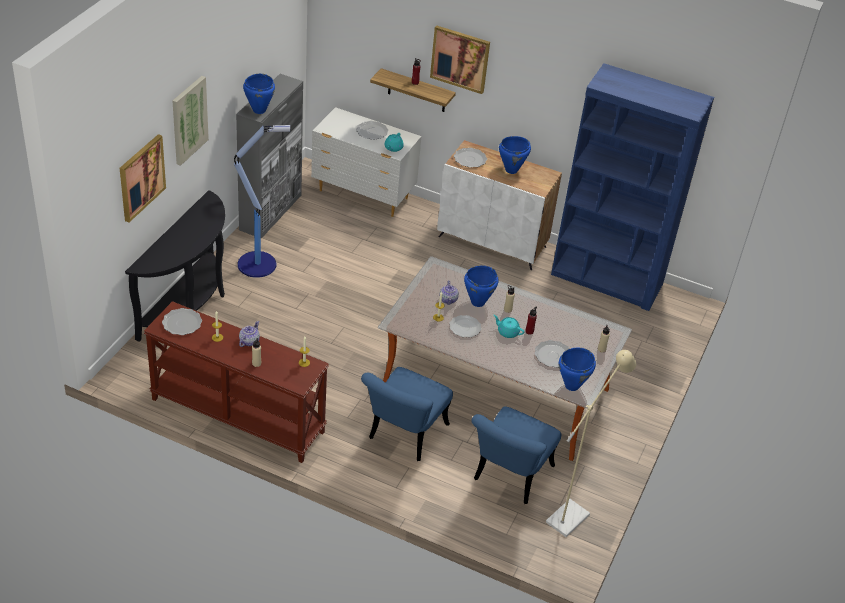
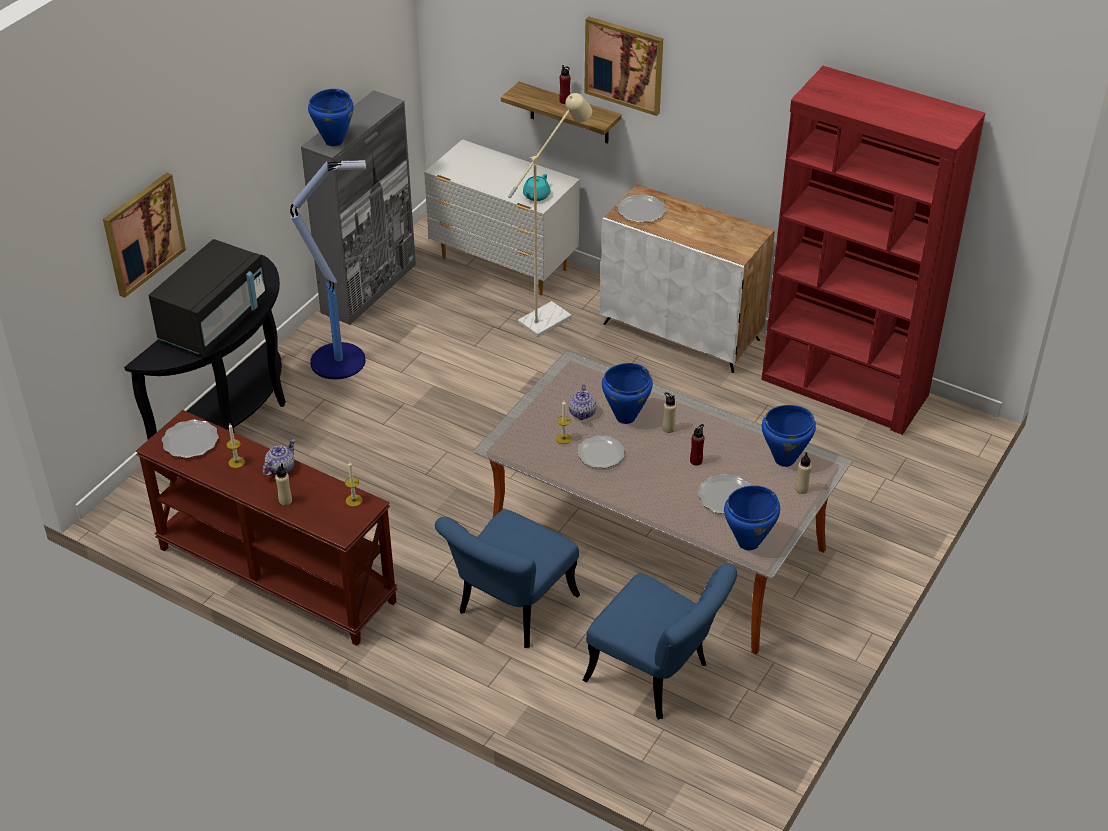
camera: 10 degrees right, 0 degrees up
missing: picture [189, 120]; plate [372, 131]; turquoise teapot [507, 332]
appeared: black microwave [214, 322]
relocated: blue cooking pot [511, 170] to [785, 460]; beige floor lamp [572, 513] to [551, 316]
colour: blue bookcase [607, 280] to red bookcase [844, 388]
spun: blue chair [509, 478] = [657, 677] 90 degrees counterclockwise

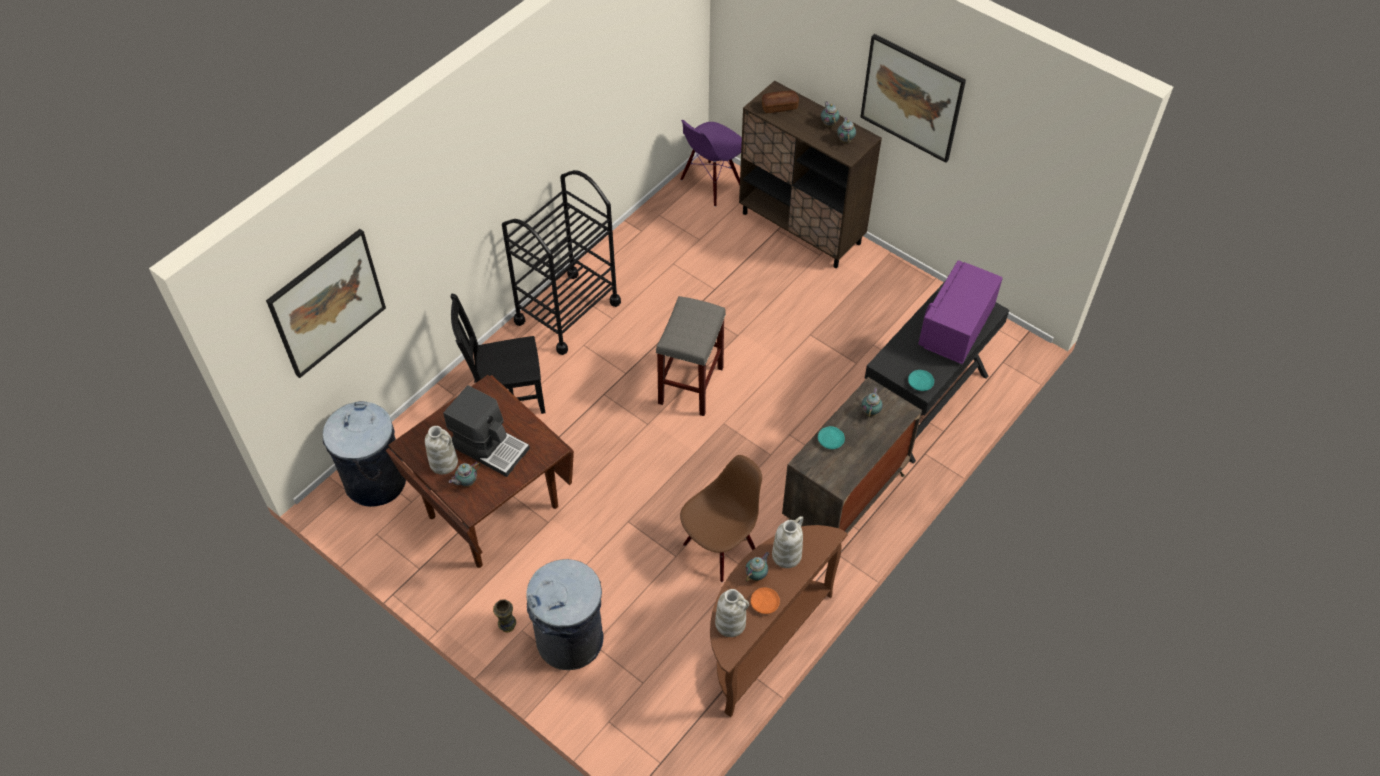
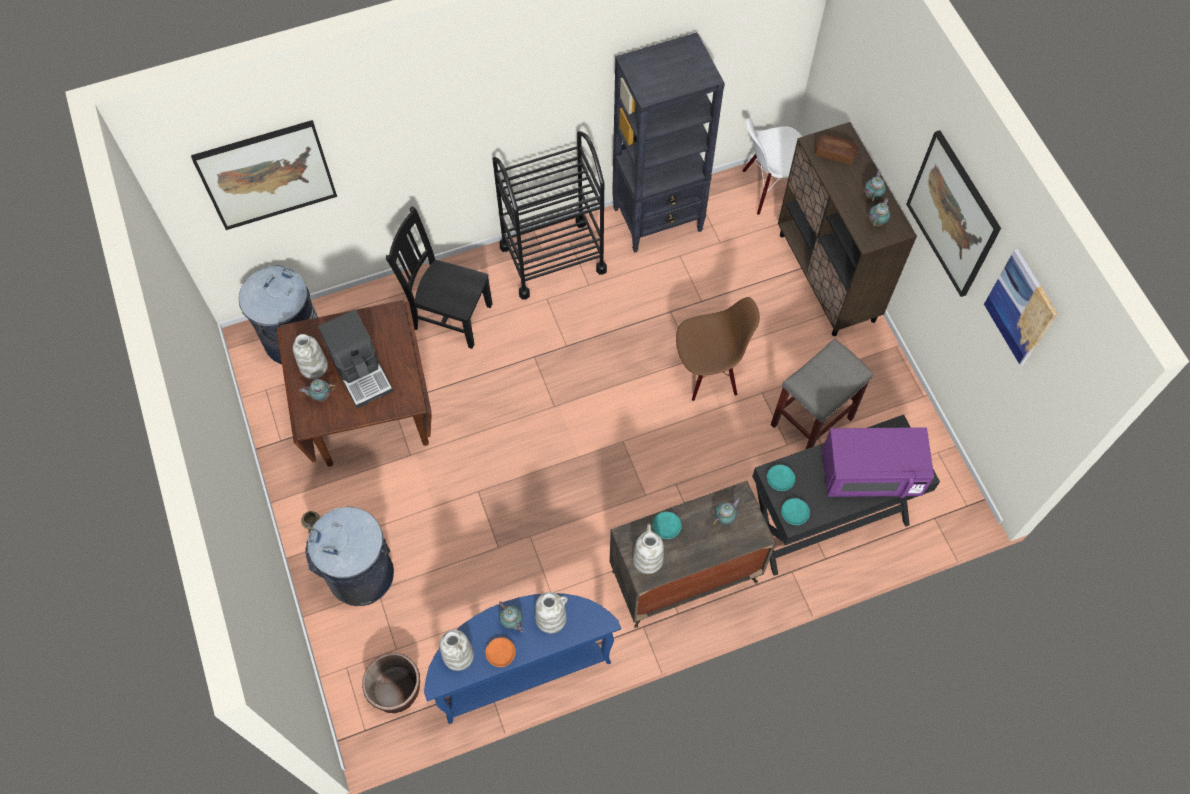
camera: 30 degrees right, 10 degrees up
appeared: black bookcase [658, 219]; picture [1020, 308]; turquoise plate [780, 480]; white vase [647, 559]; brown planter [396, 689]
relocated: grey stool [690, 384] to [812, 421]; brown chair [720, 548] to [708, 373]
colour: purple chair [711, 183] to white chair [769, 188]; brown console table [763, 640] to blue console table [522, 669]
spun: purple microwave [956, 328] = [870, 474] 150 degrees counterclockwise; teapot [757, 575] = [512, 622] 75 degrees clockwise

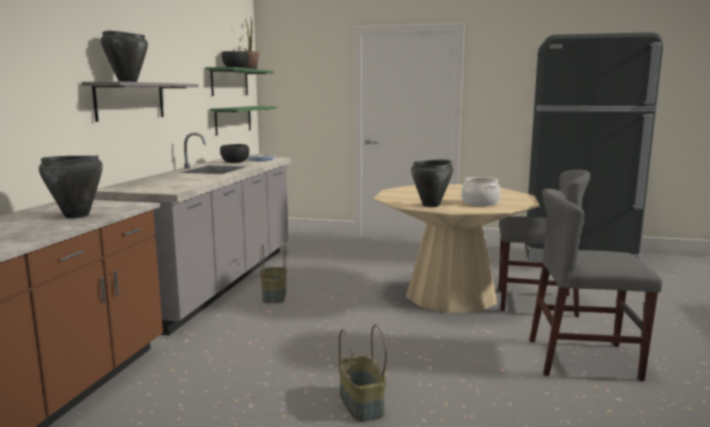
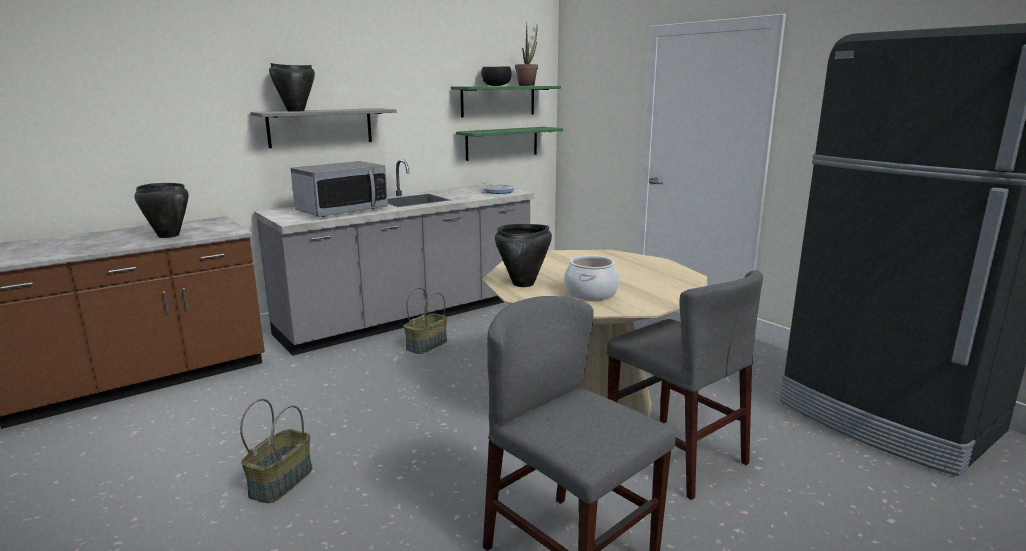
camera: 40 degrees right, 5 degrees up
missing: black bowl [235, 162]
appeared: microwave [342, 210]

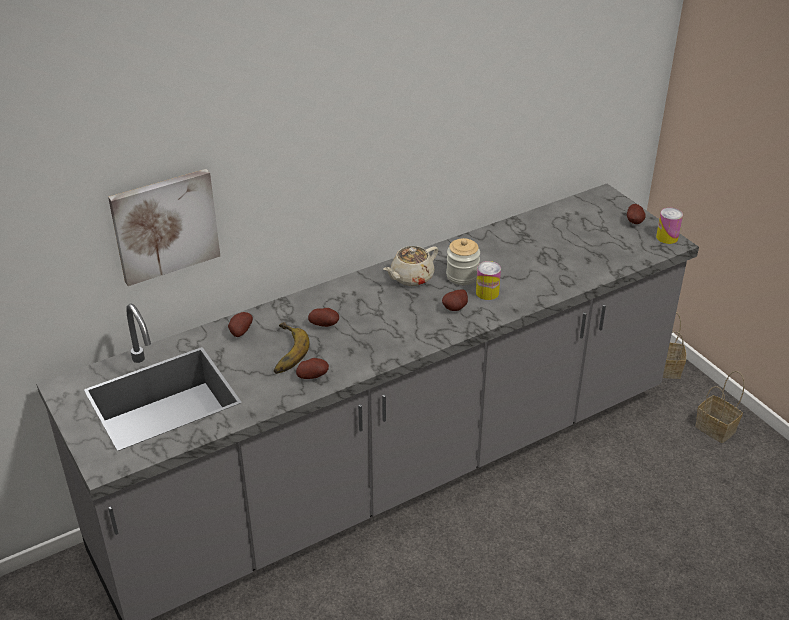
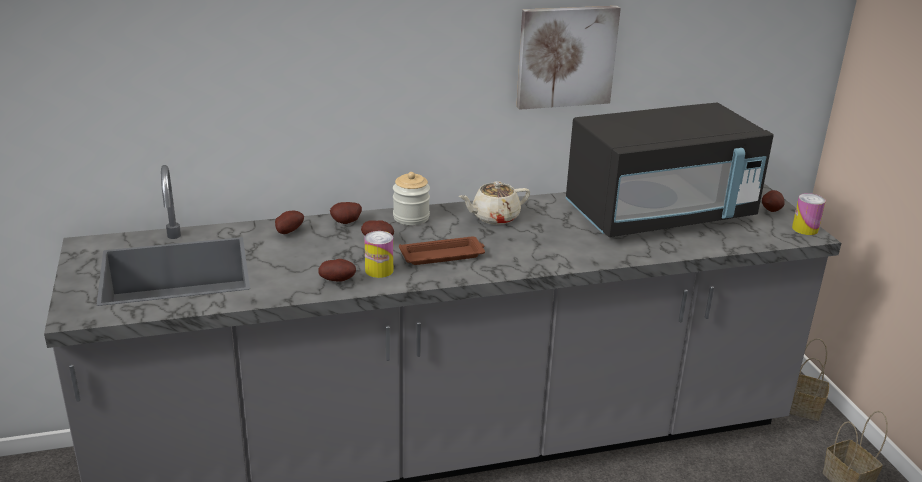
camera: 15 degrees right, 10 degrees down
missing: banana [283, 352]
appeared: black microwave [660, 215]; brown tray [443, 255]
relocated: picture [165, 225] to [566, 56]; jar [462, 276] to [411, 217]; can [487, 293] to [379, 270]; potato [456, 309] to [347, 223]

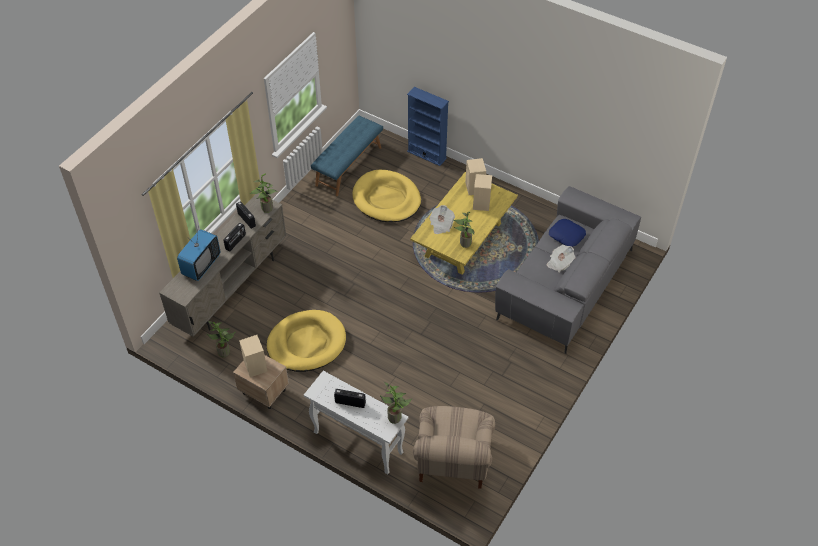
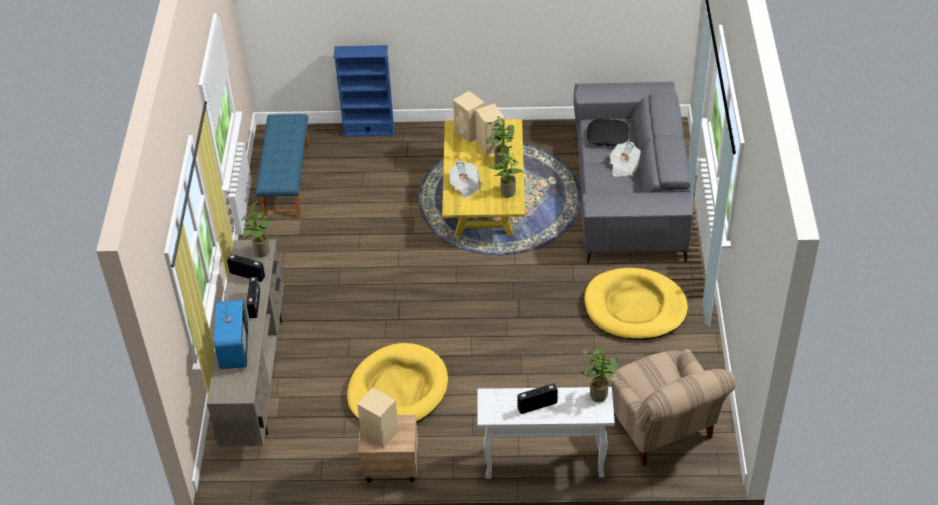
camera: 30 degrees left, 5 degrees down
relocated: yellow dog bed [386, 199] to [635, 307]; potted plant [225, 351] to [502, 161]
colour: blue pillow [566, 235] to black pillow [607, 137]

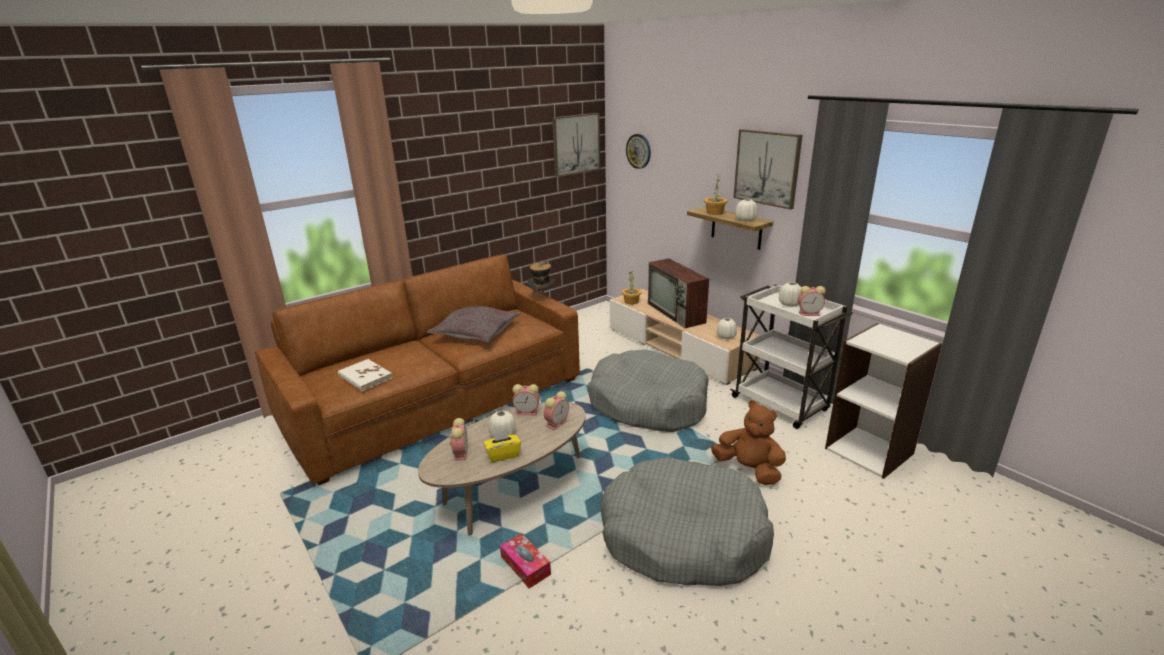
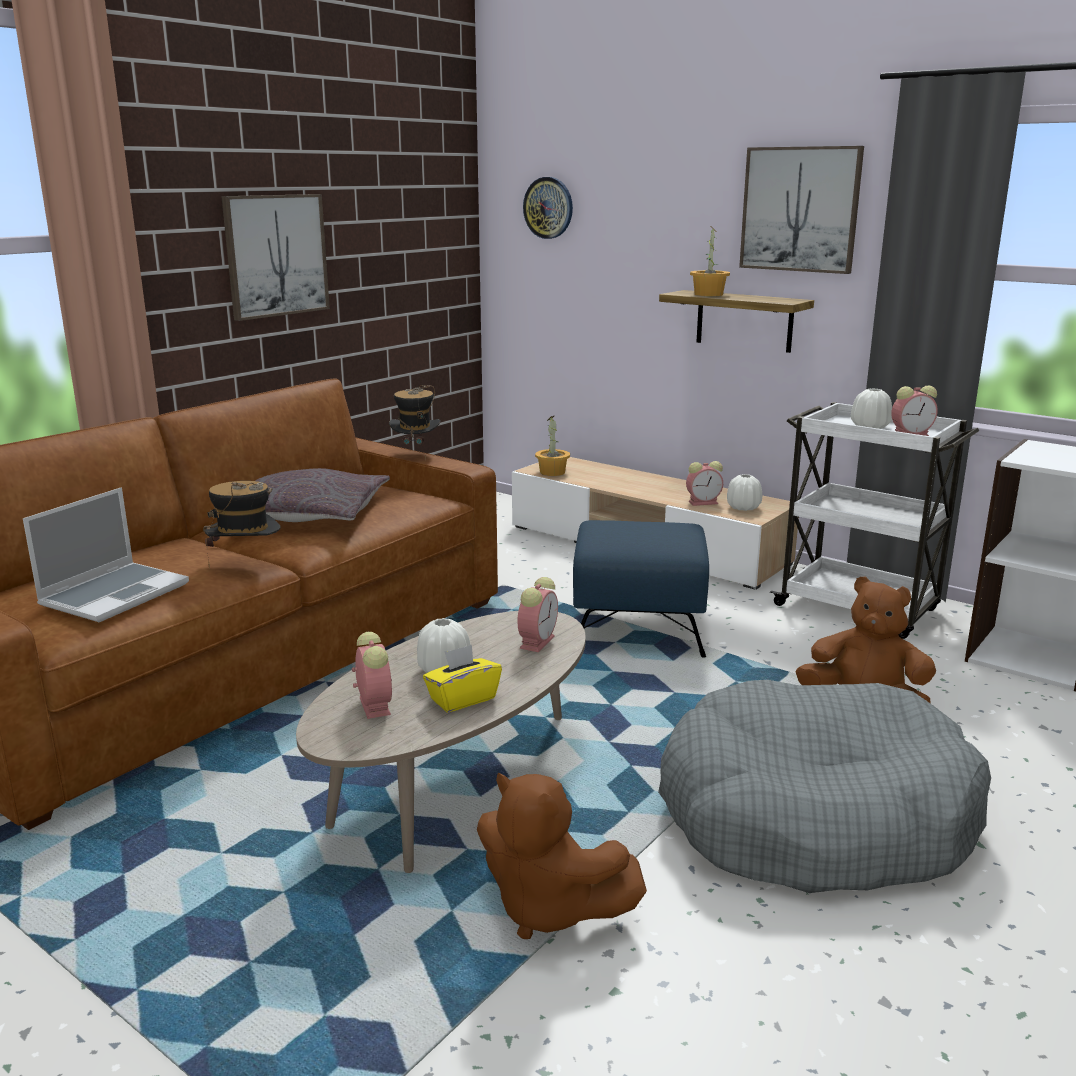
camera: 15 degrees left, 5 degrees down
missing: white vase [745, 220]; television [677, 313]
appeared: hat [246, 563]
relocated: picture [576, 144] to [276, 255]; alarm clock [528, 412] to [704, 502]
exchanged: grey dog bed [648, 404] to blue ottoman [639, 627]; white book [365, 377] to laptop [115, 594]; tissue box [525, 566] to brown plush toy [549, 908]

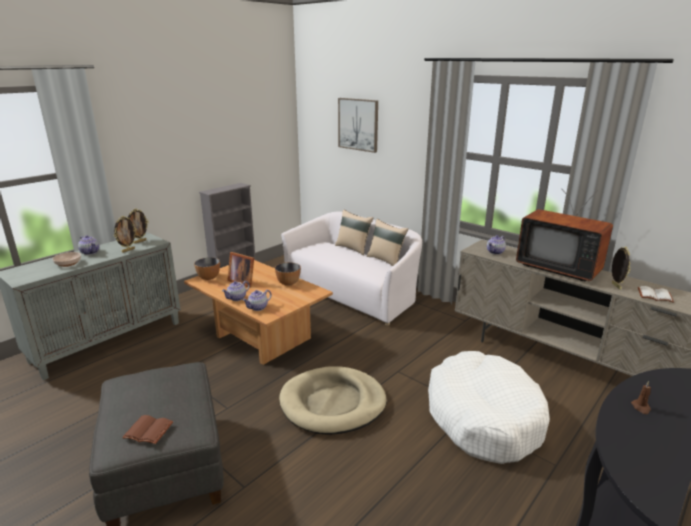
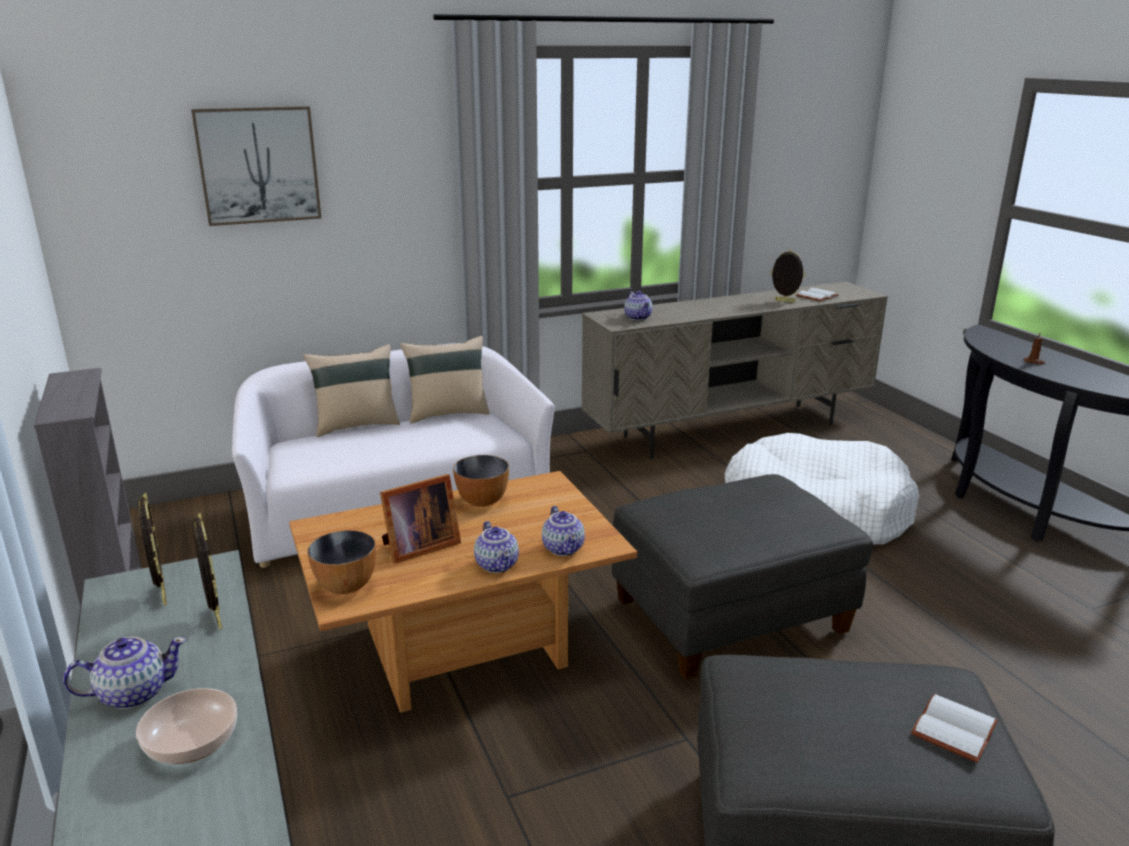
camera: 65 degrees left, 0 degrees up
missing: television [558, 267]
exchanged: beige dog bed [333, 403] to grey ottoman [731, 616]
colour: brown book [149, 430] to white book [952, 727]

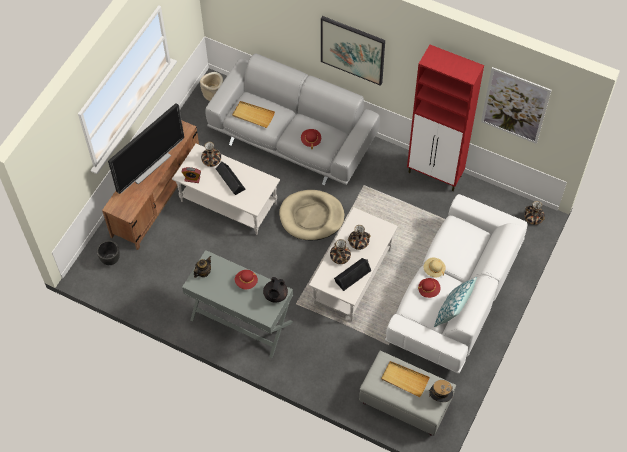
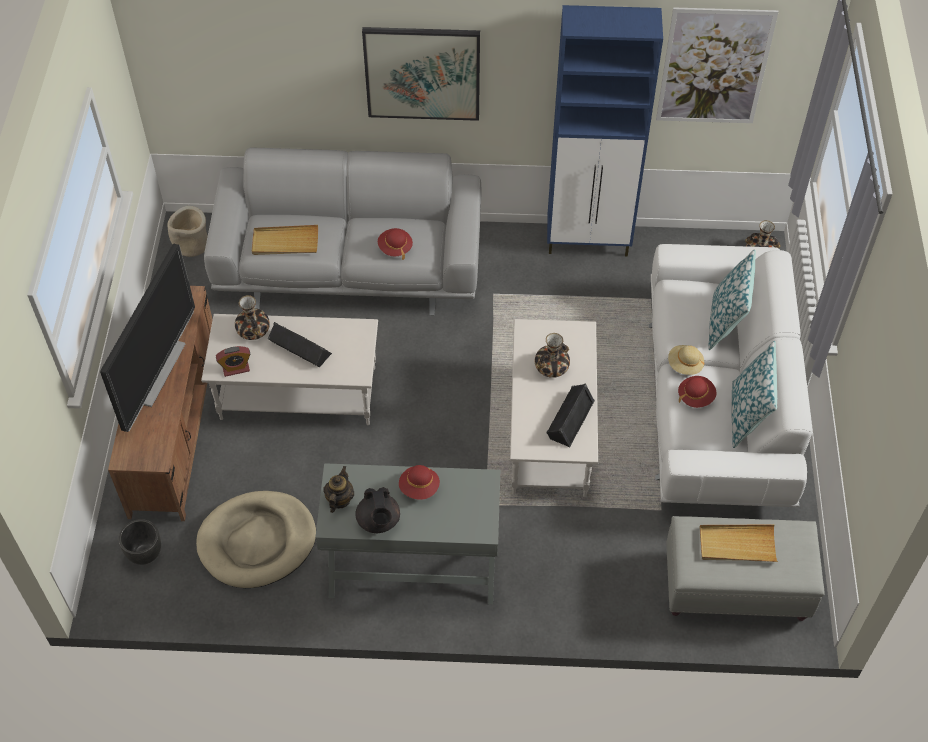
camera: 25 degrees left, 5 degrees down
missing: vase [340, 256]; hat [440, 397]
appeared: pillow [726, 322]
relocated: beige dog bed [311, 217] to [257, 541]; black teapot [275, 295] to [378, 521]
colour: red cabinet [435, 174] to blue cabinet [589, 243]

